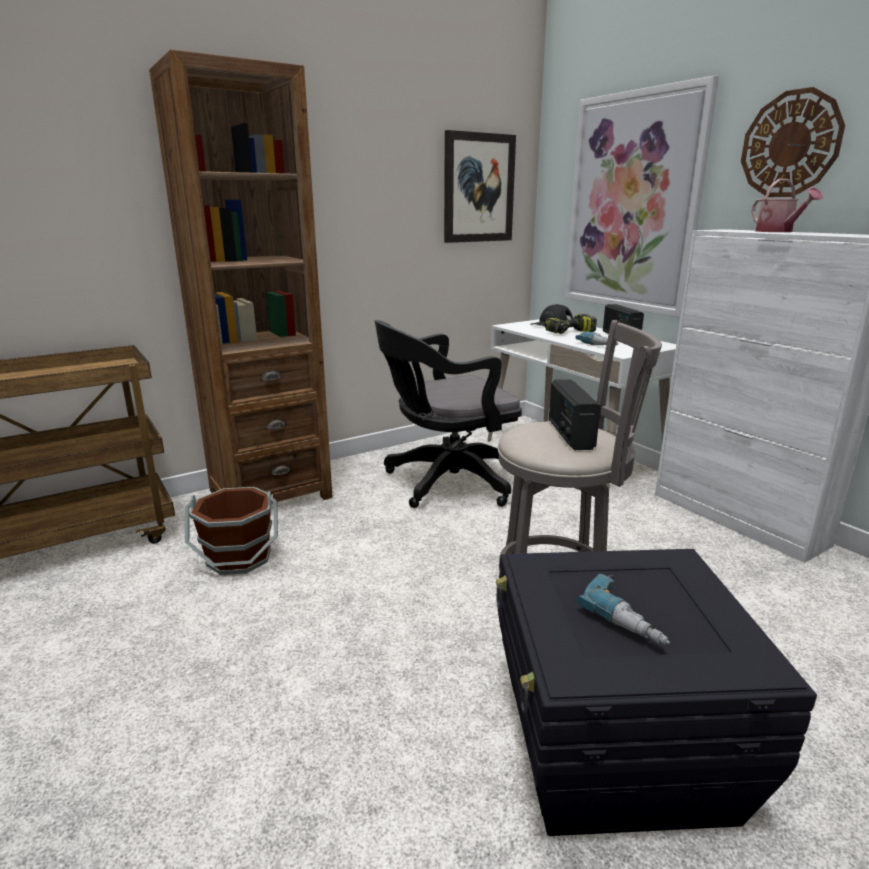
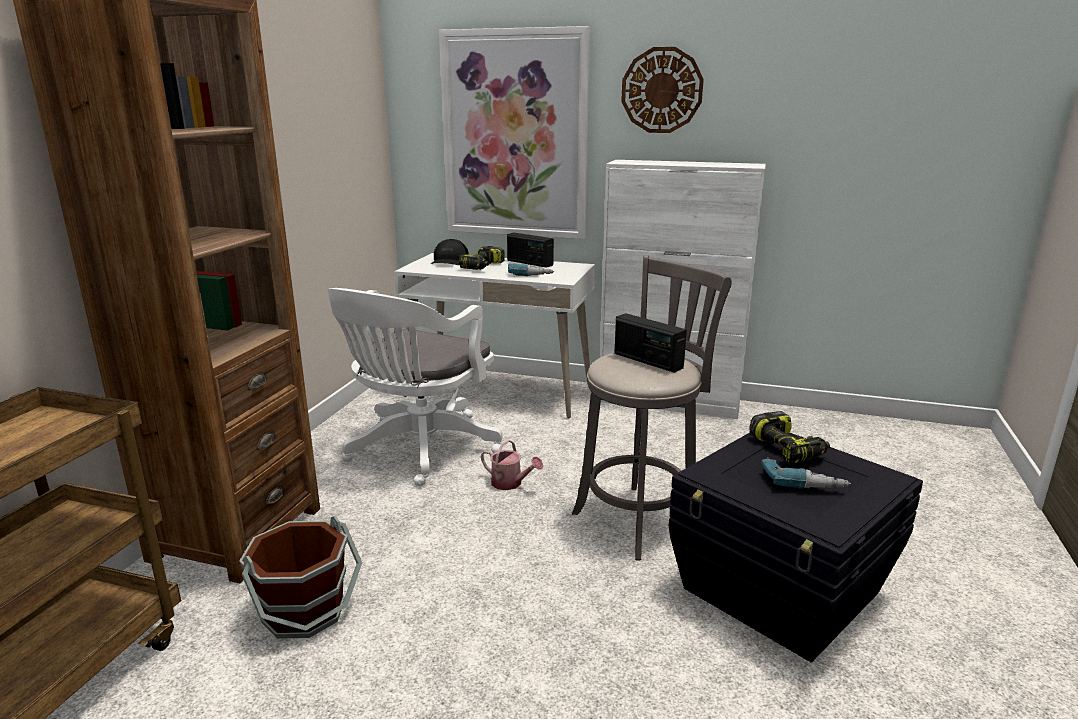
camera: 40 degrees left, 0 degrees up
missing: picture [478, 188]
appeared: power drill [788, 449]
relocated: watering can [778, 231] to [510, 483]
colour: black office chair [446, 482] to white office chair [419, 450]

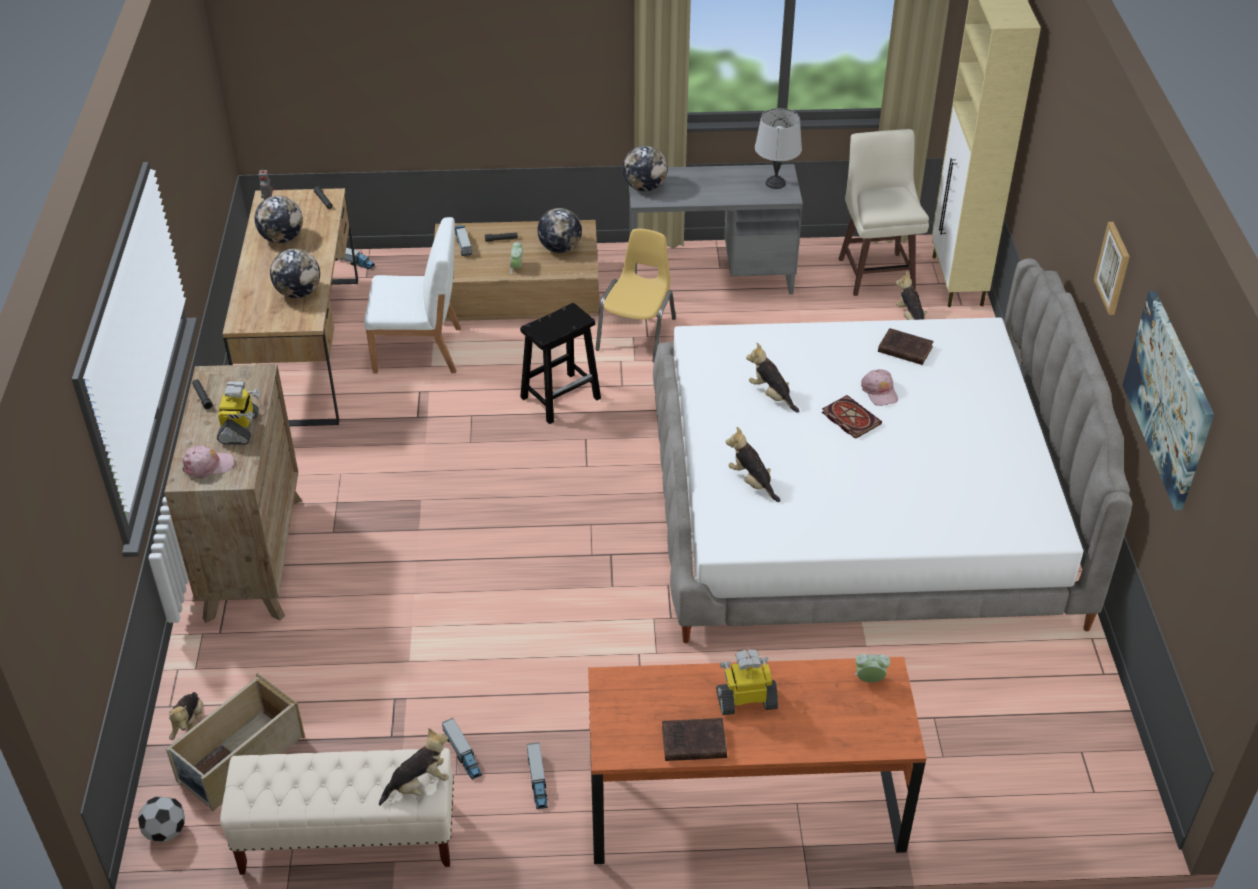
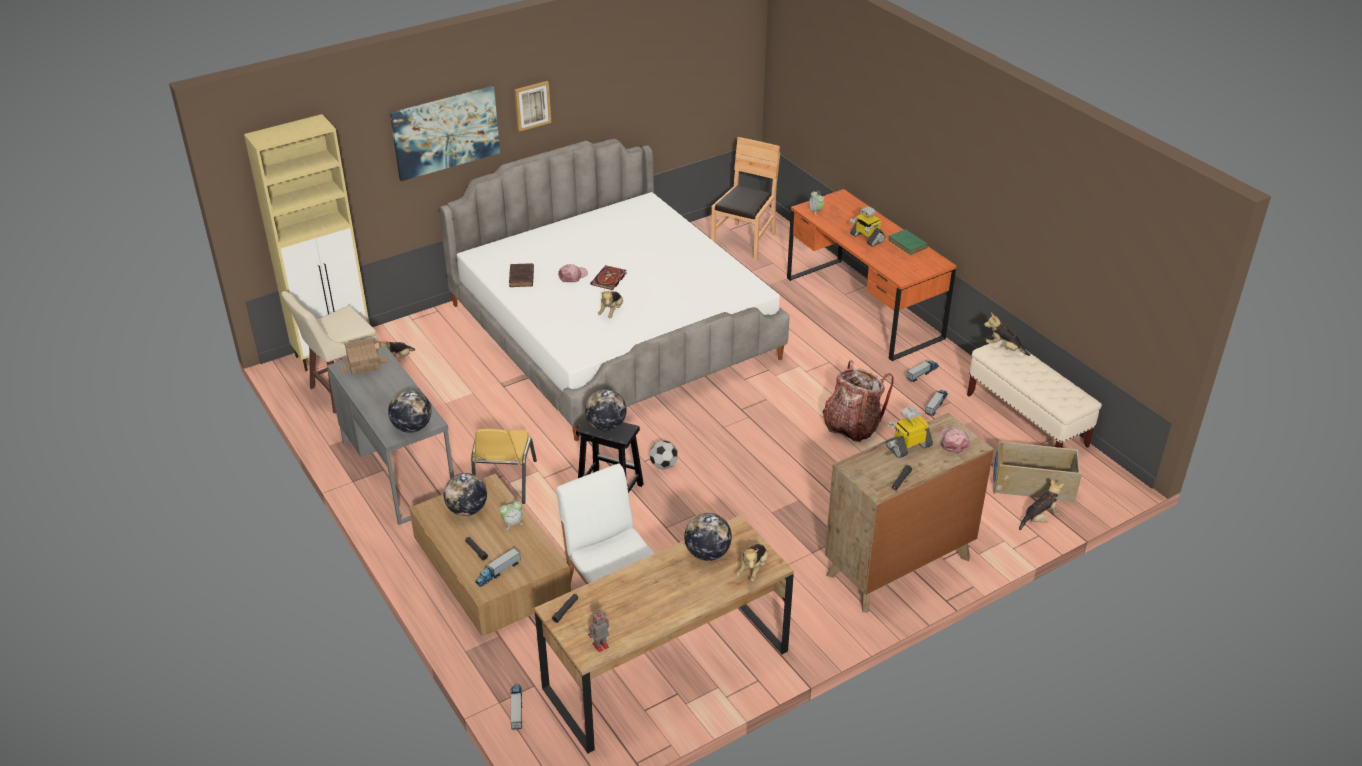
camera: 120 degrees left, 5 degrees down
appeared: brown chair [744, 241]; backpack [852, 426]
relocated: globe [282, 238] to [606, 426]; picture [1169, 398] to [445, 132]; plush toy [752, 482] to [753, 569]; football [166, 831] to [663, 465]
exchanged: grey table lamp [775, 183] to toy house [364, 365]
colour: brown book [691, 743] to green book [908, 244]
spun: yellow chair [637, 334] = [504, 481] 75 degrees counterclockwise; pink cap [208, 465] = [953, 442] 45 degrees clockwise

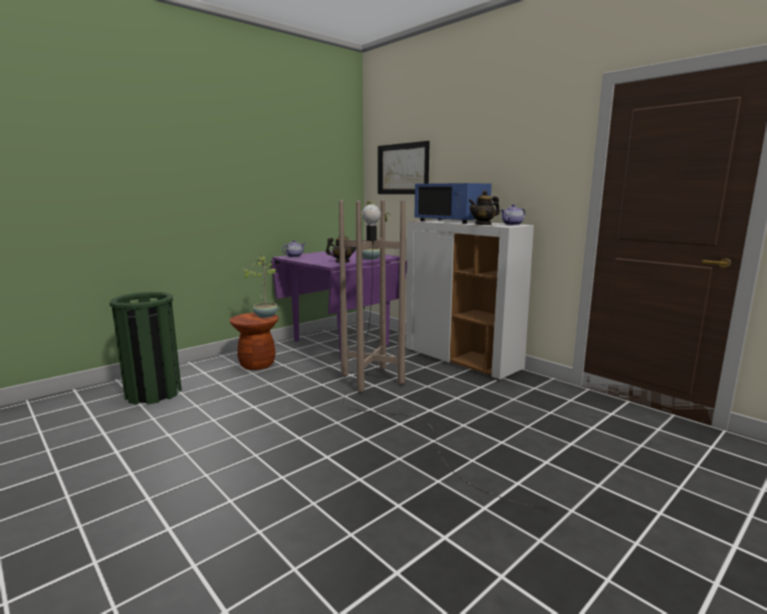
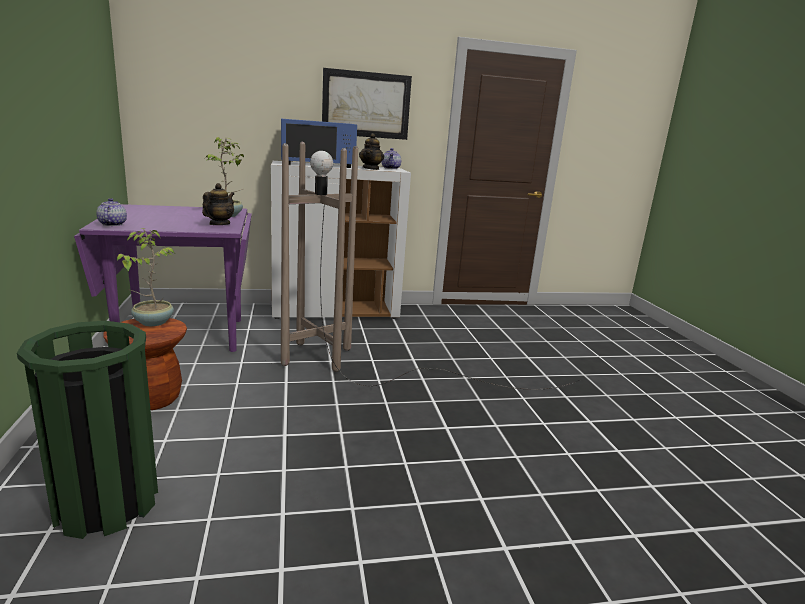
camera: 60 degrees left, 5 degrees up
relocated: picture [403, 169] to [366, 105]

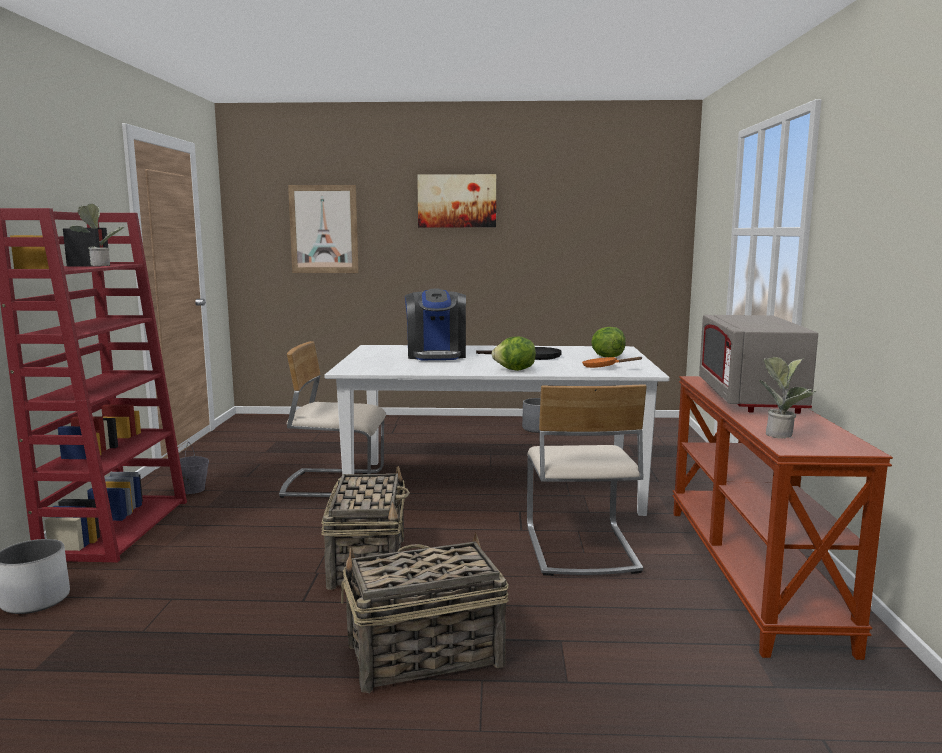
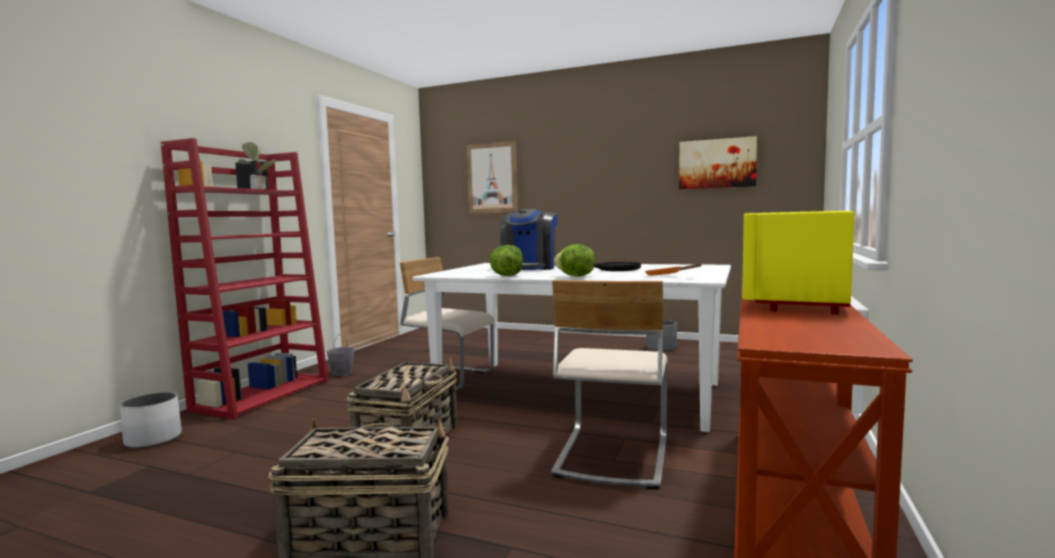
camera: 20 degrees right, 5 degrees down
missing: potted plant [783, 434]
relocated: picture [457, 201] to [717, 163]; lettuce [607, 357] to [507, 276]
colour: grey microwave [749, 398] to yellow microwave [793, 300]

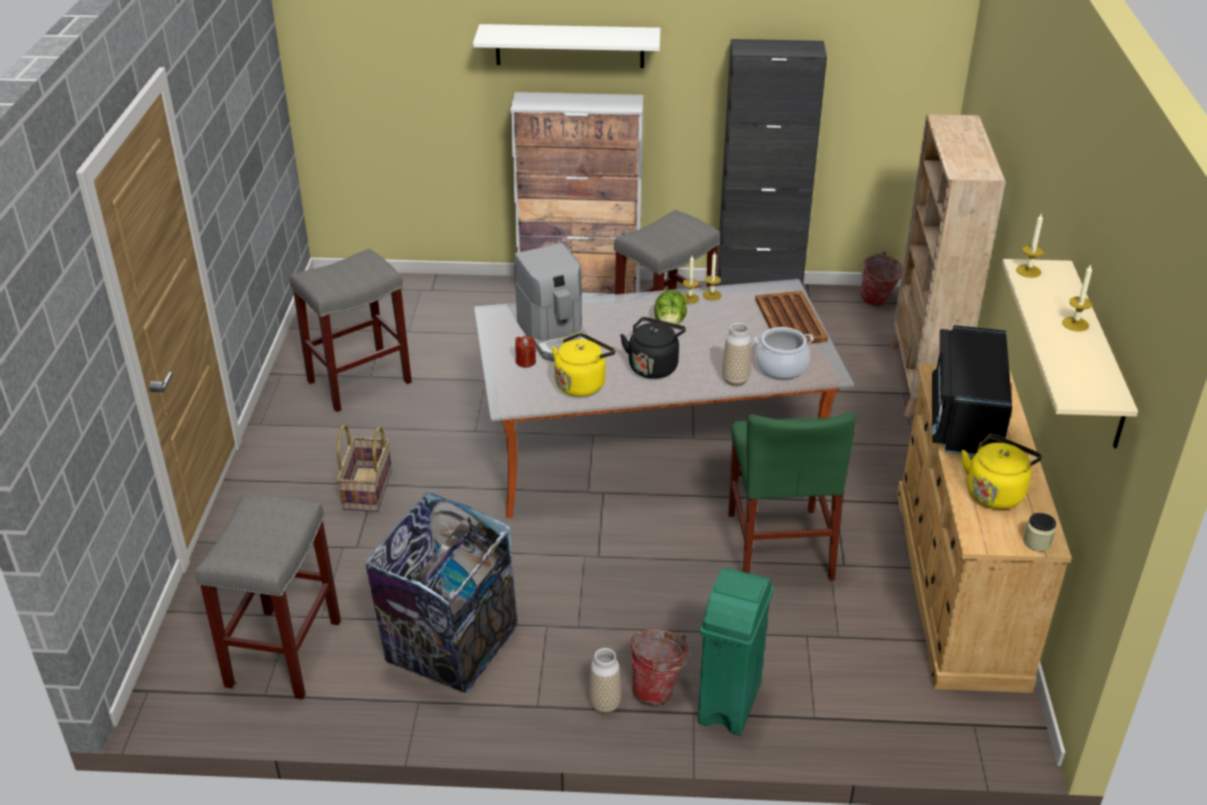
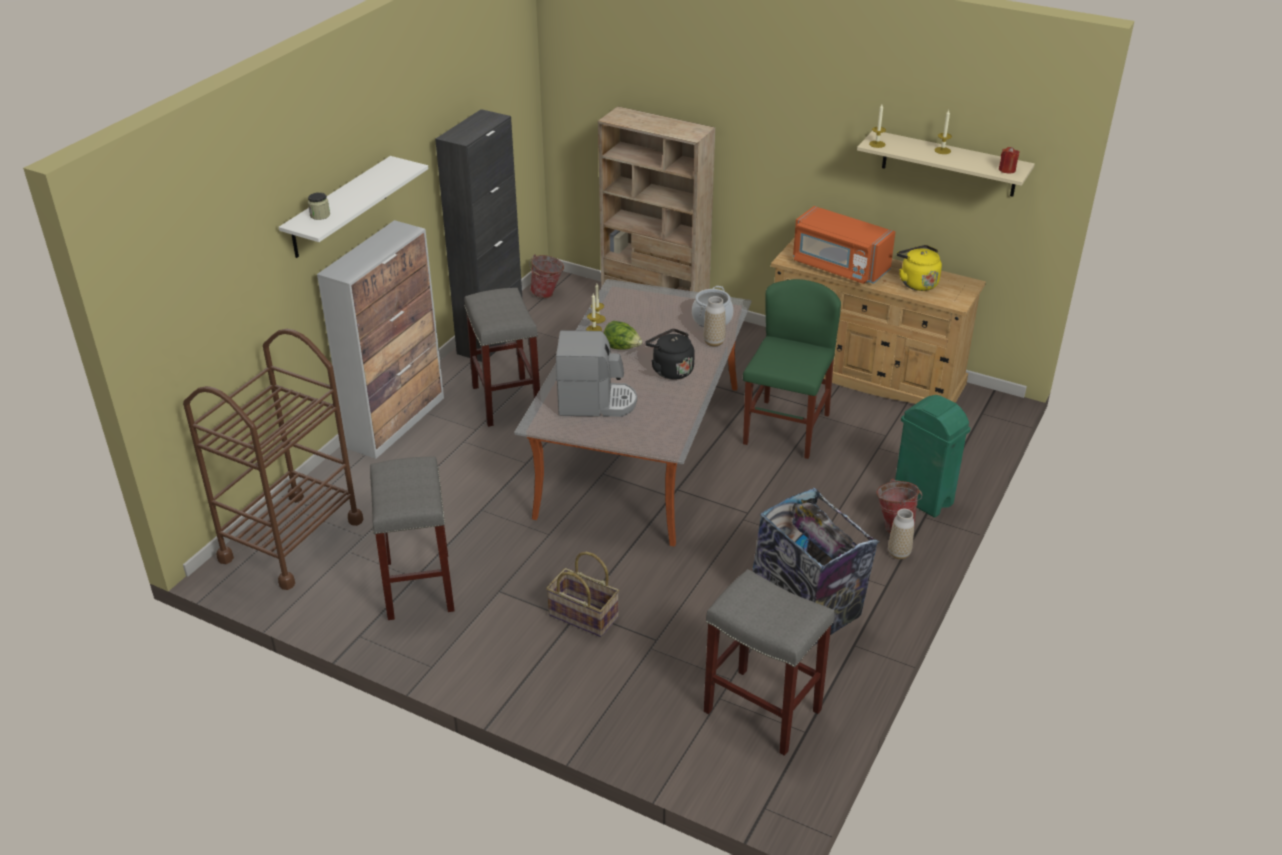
camera: 65 degrees left, 0 degrees up
missing: brown tray [790, 320]; yellow kettle [582, 383]
appeared: brown cart [291, 540]
relocated: red candle [525, 361] to [1007, 170]; jar [1037, 542] to [320, 215]
colour: black microwave [965, 418] to orange microwave [839, 267]
spun: green chair [779, 545] = [786, 429] 90 degrees counterclockwise

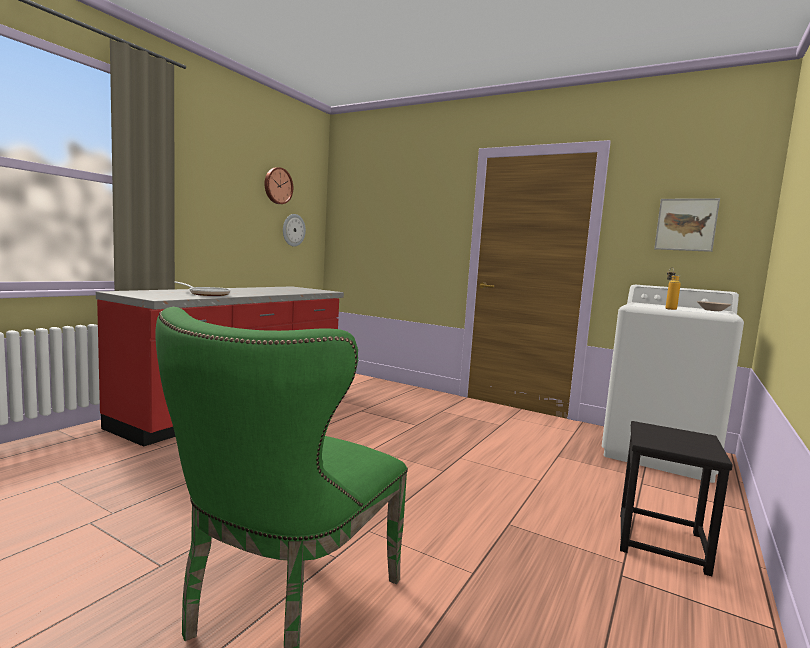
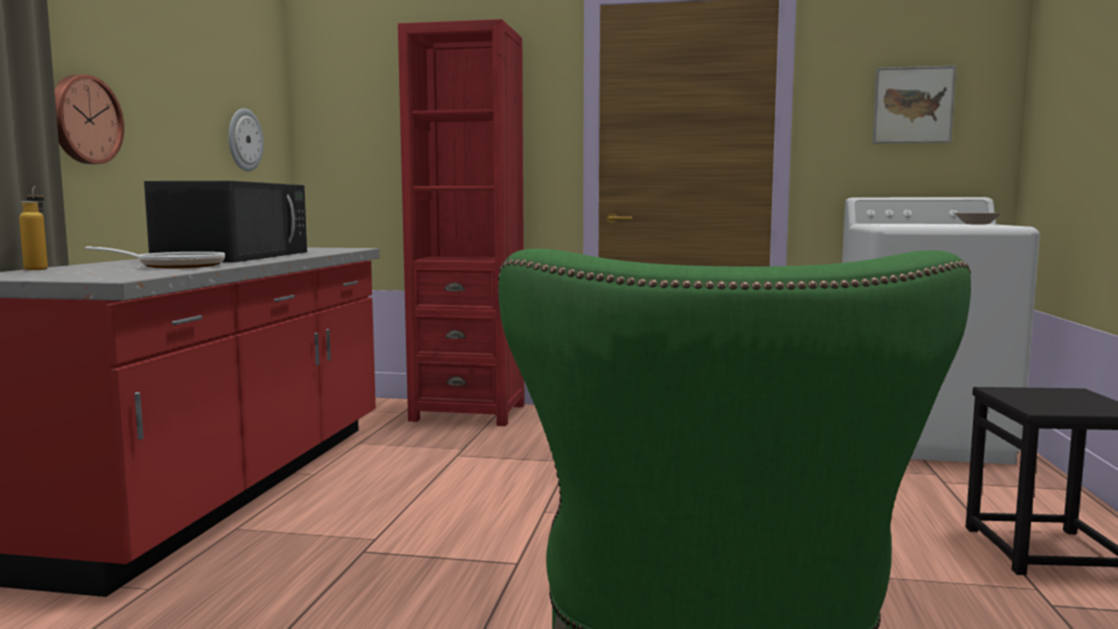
camera: 20 degrees left, 0 degrees up
appeared: red bookcase [468, 412]; black microwave [236, 256]
relocated: wall clock [277, 186] to [83, 120]; bottle [668, 308] to [38, 269]

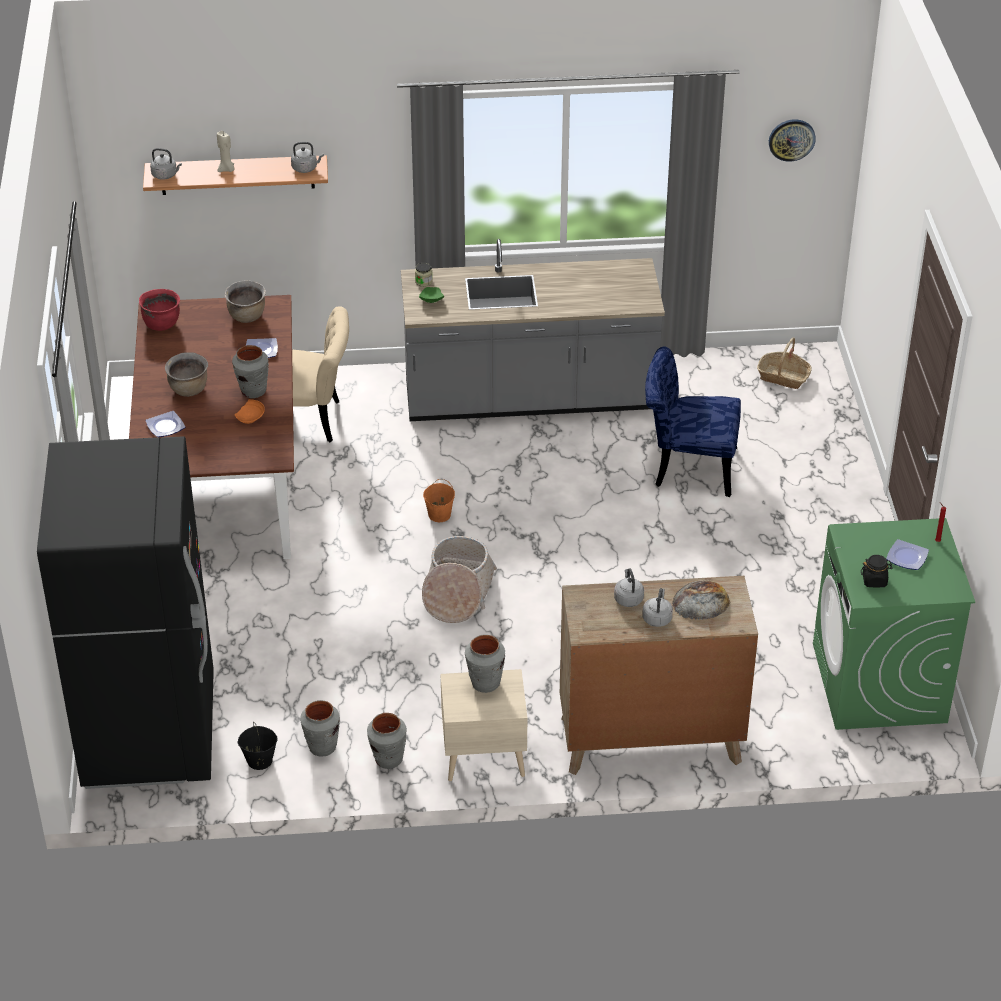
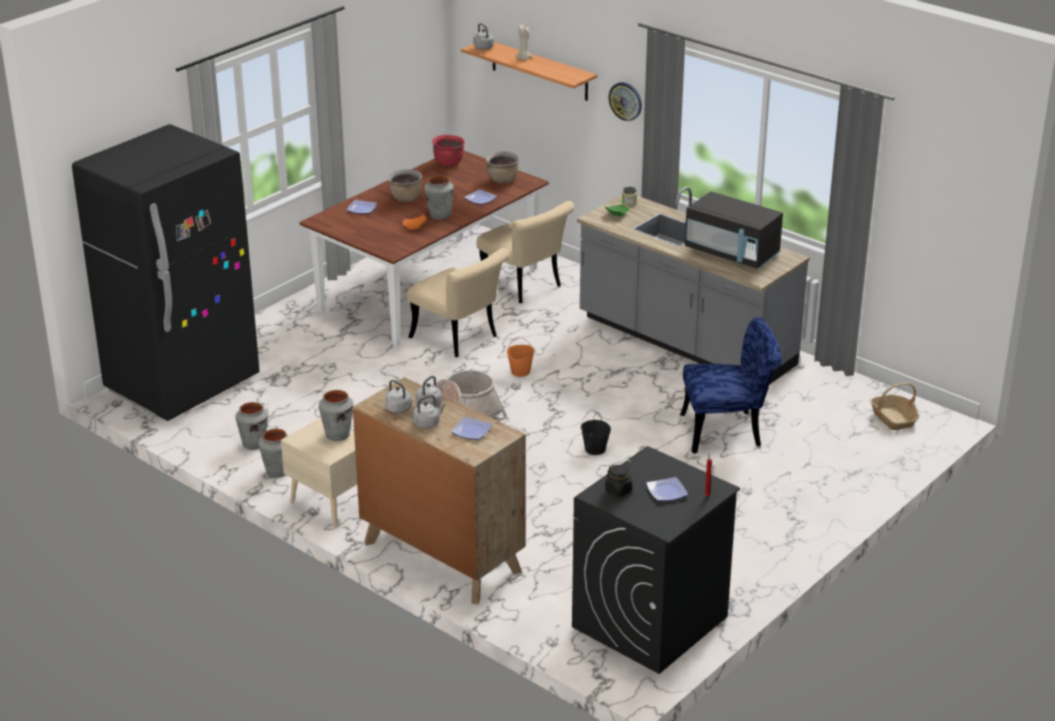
camera: 45 degrees right, 10 degrees down
appeared: black microwave [732, 253]; beige chair [459, 339]
relocated: wall clock [791, 139] to [625, 101]; grey kettle [306, 168] to [400, 409]; black bucket [259, 761] to [594, 449]
exchanged: bread [701, 601] to plate [471, 430]
colour: green washing machine [879, 683] to black washing machine [649, 622]
spun: blue chair [687, 467] = [728, 431] 120 degrees clockwise

